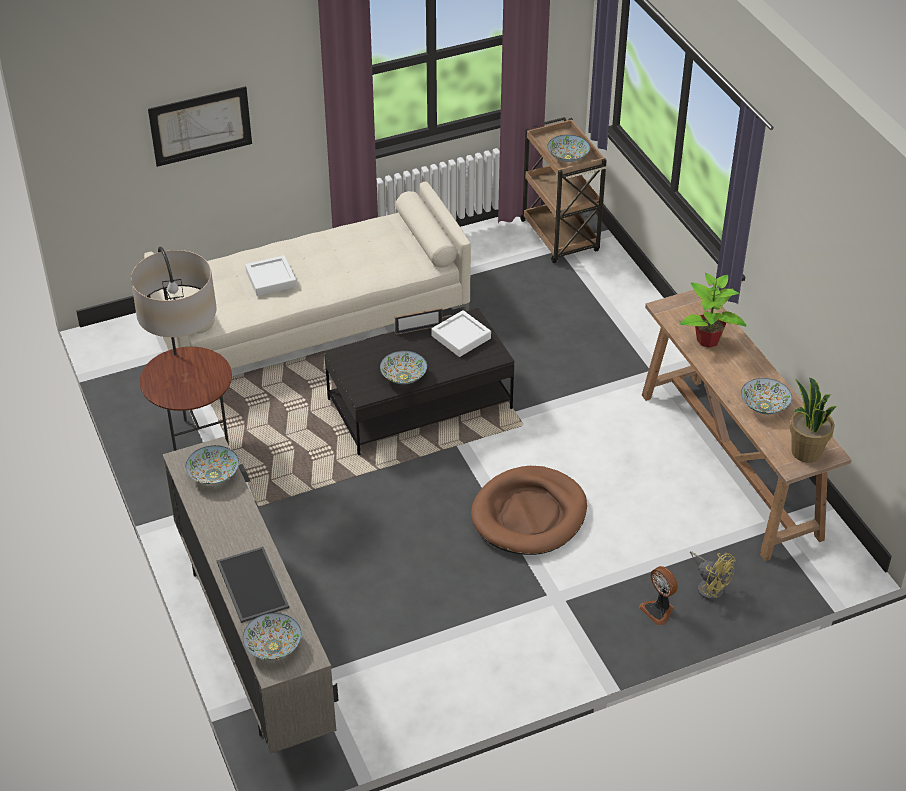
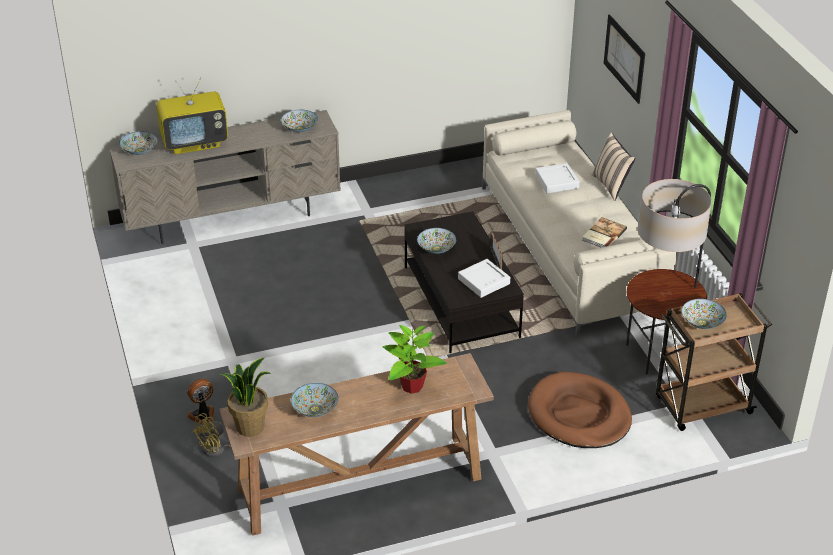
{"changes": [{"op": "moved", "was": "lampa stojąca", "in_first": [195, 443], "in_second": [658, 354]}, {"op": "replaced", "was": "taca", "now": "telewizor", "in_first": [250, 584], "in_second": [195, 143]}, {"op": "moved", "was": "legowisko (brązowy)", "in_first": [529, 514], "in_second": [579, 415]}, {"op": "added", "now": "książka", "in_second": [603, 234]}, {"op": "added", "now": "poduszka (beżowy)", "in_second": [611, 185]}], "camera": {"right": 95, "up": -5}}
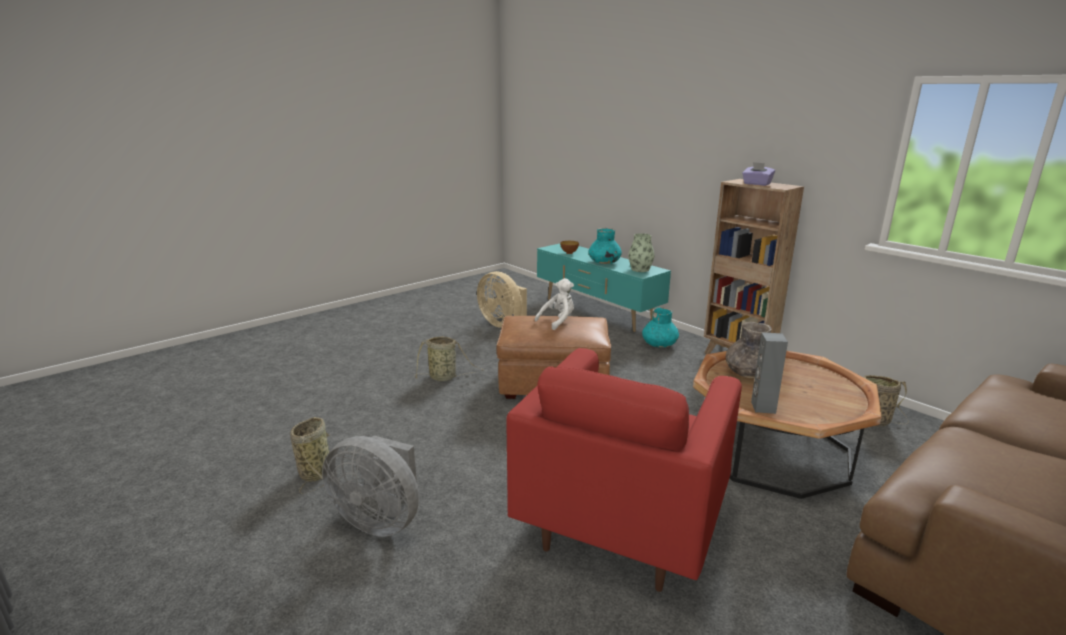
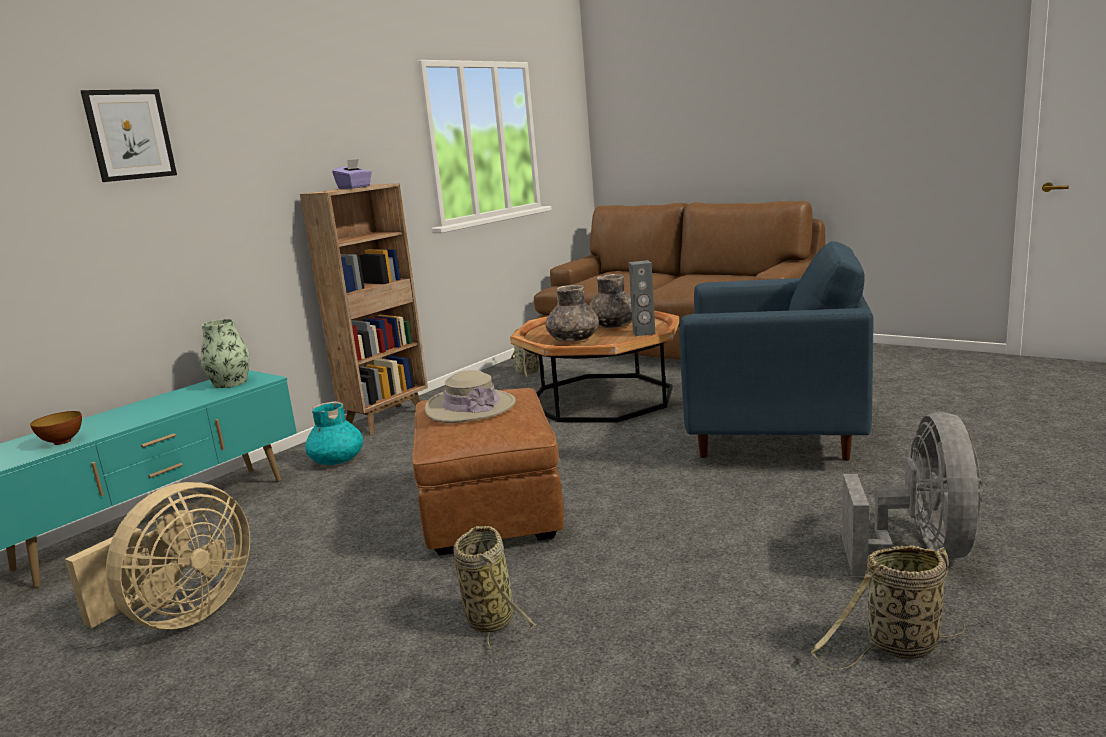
{"changes": [{"op": "recoloured", "was": "fotel (czerwony)", "now": "fotel (niebieski)", "in_first": [622, 523], "in_second": [773, 437]}, {"op": "replaced", "was": "pluszak (biały)", "now": "kapelusz (beżowy)", "in_first": [558, 321], "in_second": [470, 407]}, {"op": "removed", "was": "wazon (turkusowy)", "in_first": [604, 262]}, {"op": "added", "now": "obraz", "in_second": [130, 135]}, {"op": "added", "now": "wazon (szary)", "in_second": [613, 326]}], "camera": {"right": -100, "up": -5}}
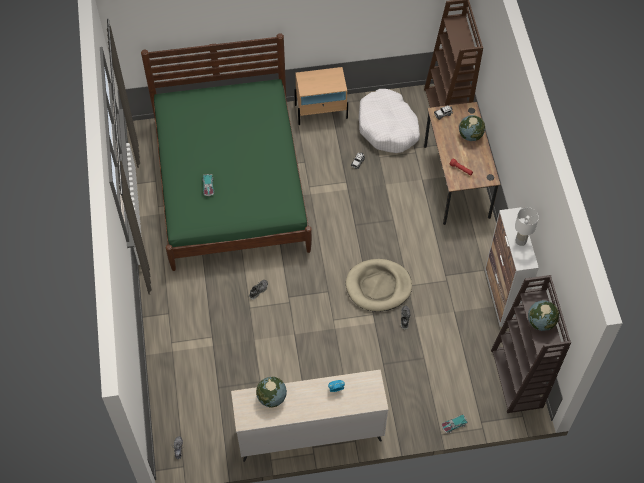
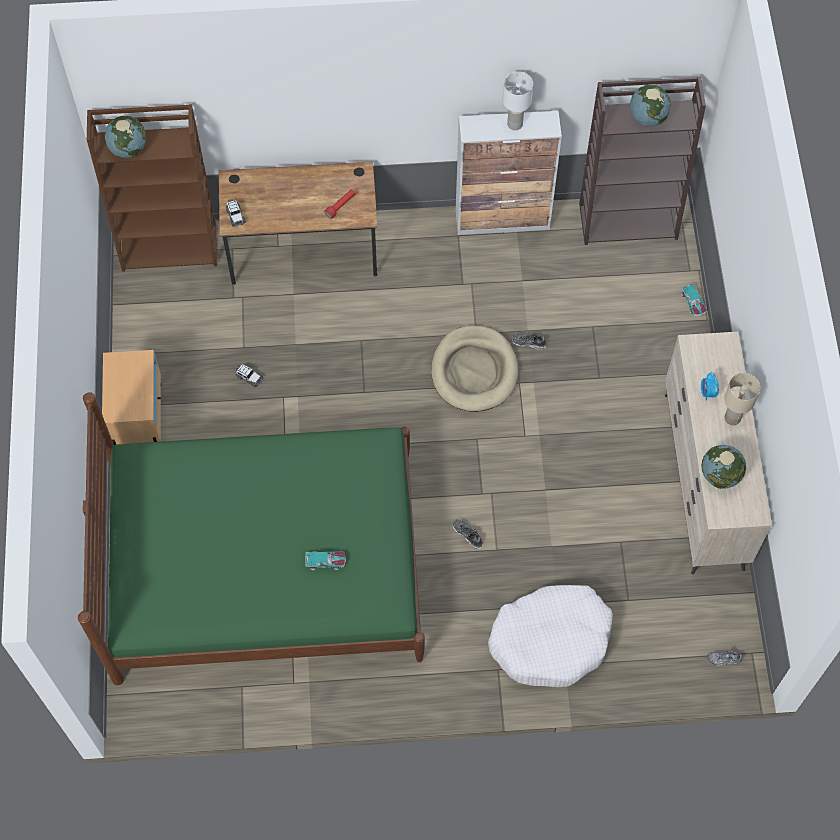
{"changes": [{"op": "moved", "was": "legowisko (biały)", "in_first": [388, 127], "in_second": [551, 640]}, {"op": "moved", "was": "globus", "in_first": [470, 135], "in_second": [128, 148]}, {"op": "added", "now": "lampa stołowa (beżowy)", "in_second": [733, 418]}], "camera": {"right": -85, "up": 5}}
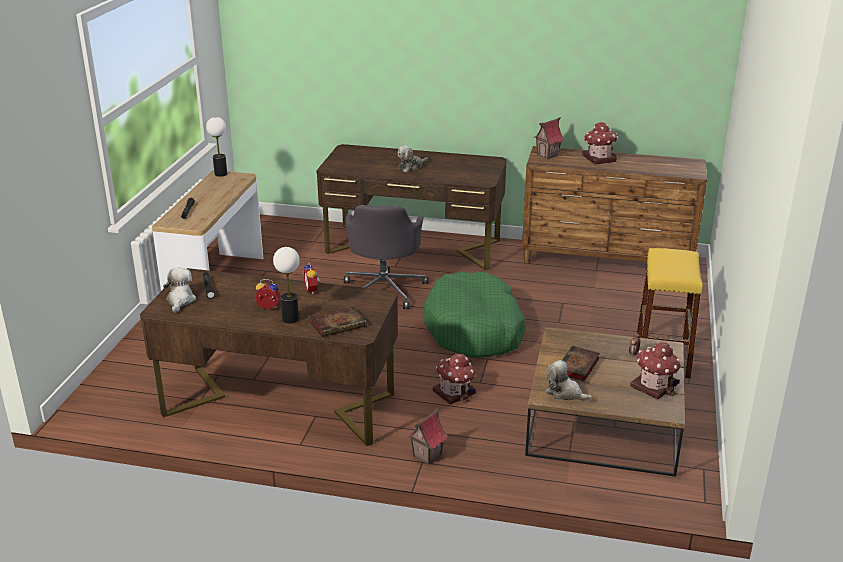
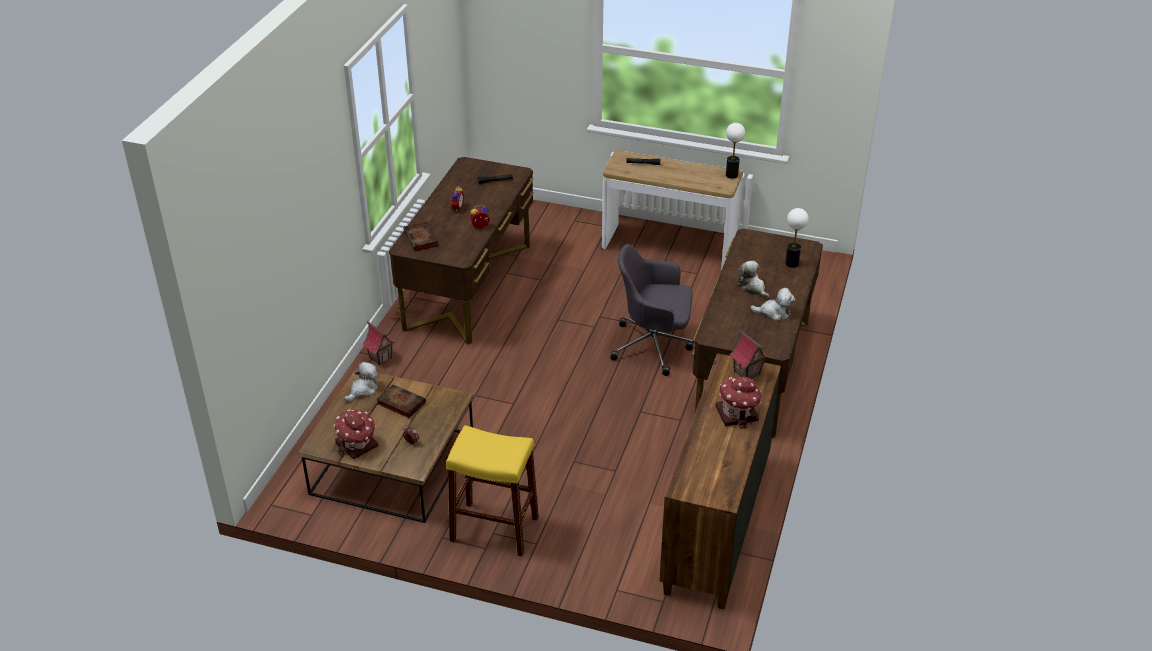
{"changes": [{"op": "moved", "was": "pluszak", "in_first": [180, 301], "in_second": [774, 312]}, {"op": "moved", "was": "lampa stołowa", "in_first": [290, 319], "in_second": [792, 263]}, {"op": "removed", "was": "legowisko (zielony)", "in_first": [474, 329]}, {"op": "removed", "was": "domek", "in_first": [455, 392]}], "camera": {"right": 95, "up": 10}}
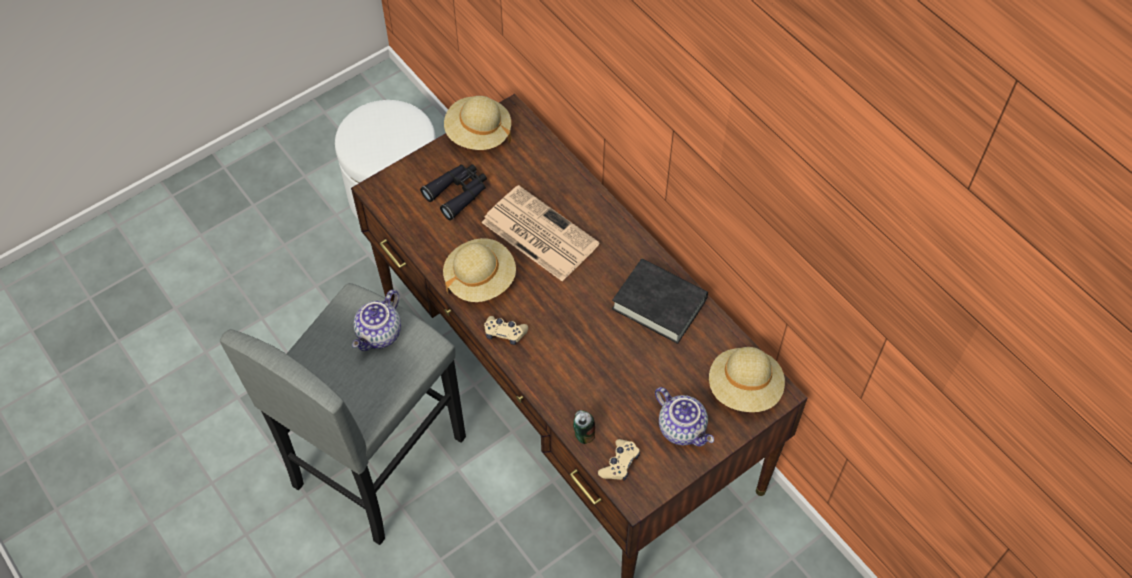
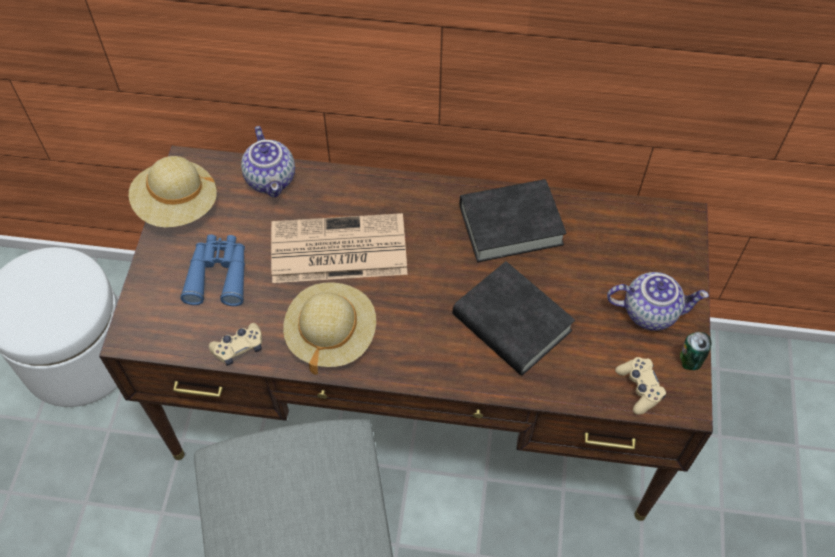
{"changes": [{"op": "moved", "was": "imbryk", "in_first": [380, 334], "in_second": [272, 179]}, {"op": "recoloured", "was": "lornetka (czarny)", "now": "lornetka (niebieski)", "in_first": [458, 193], "in_second": [218, 274]}, {"op": "moved", "was": "pad do gier (beżowy)", "in_first": [505, 333], "in_second": [239, 348]}, {"op": "moved", "was": "puszka", "in_first": [583, 435], "in_second": [689, 361]}, {"op": "removed", "was": "kapelusz (beżowy)", "in_first": [744, 388]}, {"op": "added", "now": "książka (czarny)", "in_second": [511, 323]}], "camera": {"right": -45, "up": 0}}
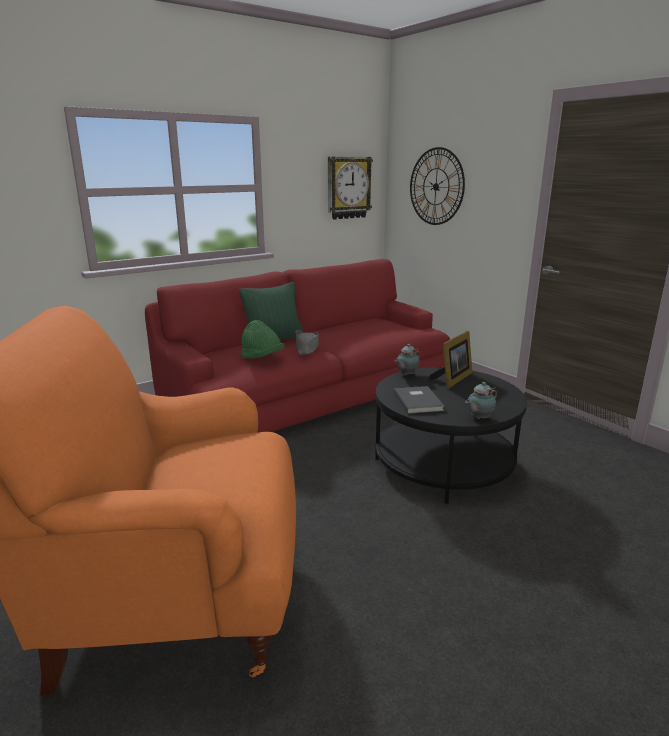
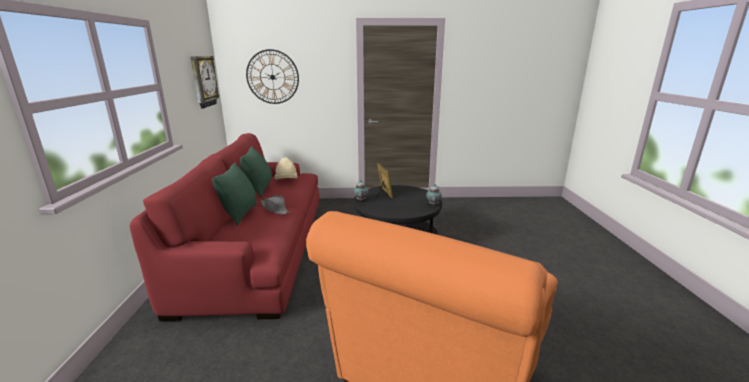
{"changes": [{"op": "removed", "was": "kapelusz (zielony)", "in_first": [262, 358]}, {"op": "removed", "was": "książka (szary)", "in_first": [419, 401]}, {"op": "added", "now": "poduszka (zielony)", "in_second": [259, 189]}, {"op": "added", "now": "kapelusz (beżowy)", "in_second": [286, 181]}], "camera": {"right": -55, "up": 0}}
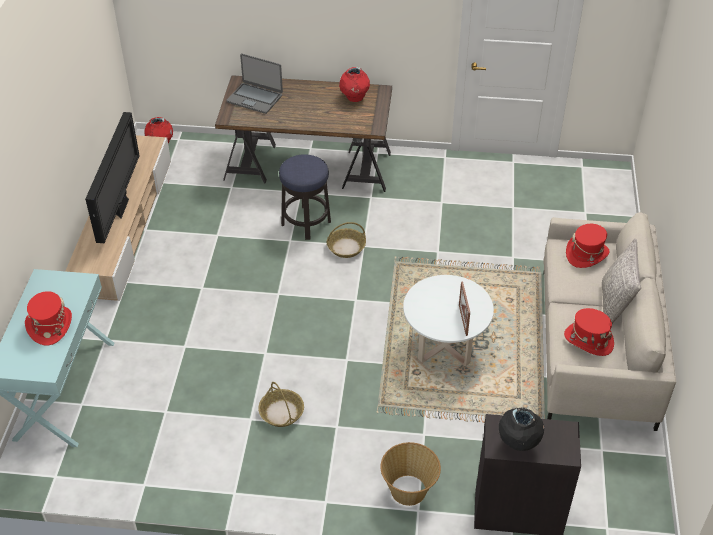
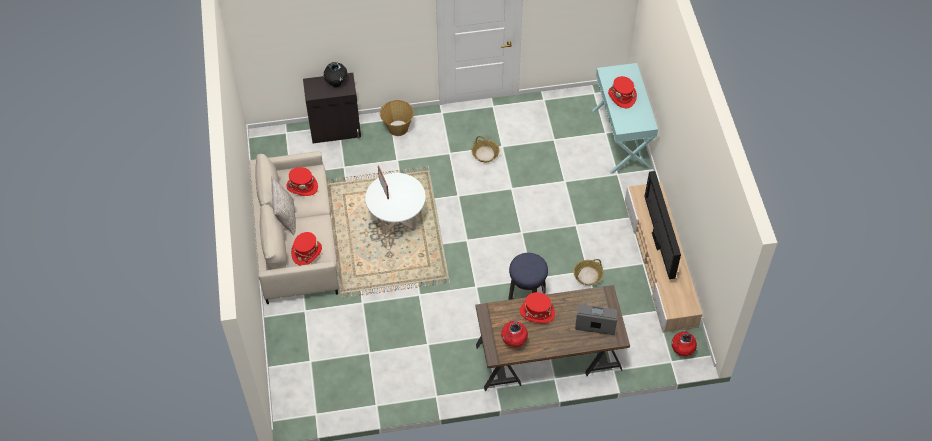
{"changes": [{"op": "moved", "was": "koszyk", "in_first": [346, 247], "in_second": [587, 275]}, {"op": "added", "now": "kapelusz (czerwony)", "in_second": [537, 312]}], "camera": {"right": 165, "up": 10}}
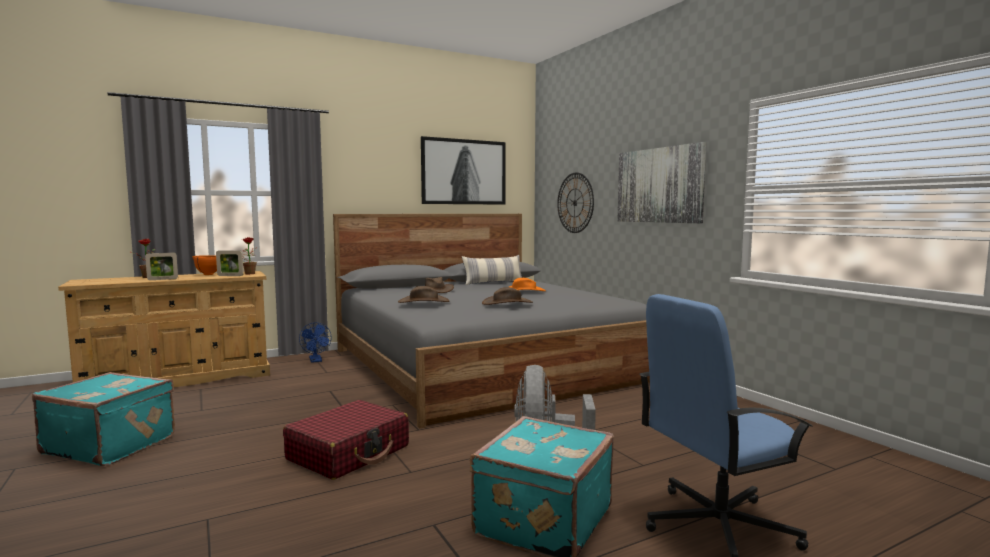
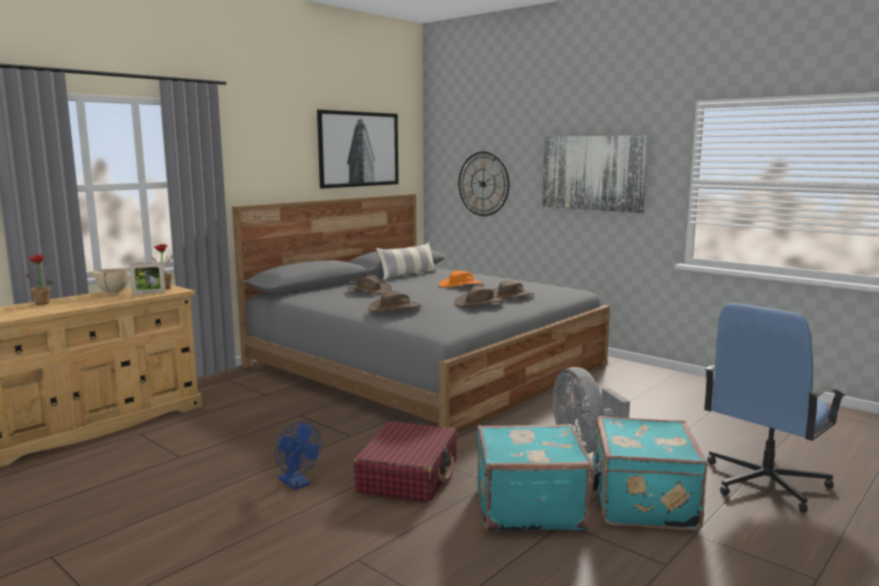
{"changes": [{"op": "moved", "was": "walizka (turkusowy)", "in_first": [111, 445], "in_second": [528, 507]}, {"op": "removed", "was": "ramka na zdjęcie", "in_first": [162, 279]}, {"op": "recoloured", "was": "miska (pomarańczowy)", "now": "miska (beżowy)", "in_first": [207, 274], "in_second": [111, 293]}, {"op": "moved", "was": "wentylator (niebieski)", "in_first": [316, 361], "in_second": [297, 484]}, {"op": "added", "now": "kapelusz (brązowy)", "in_second": [511, 296]}], "camera": {"right": -20, "up": 5}}
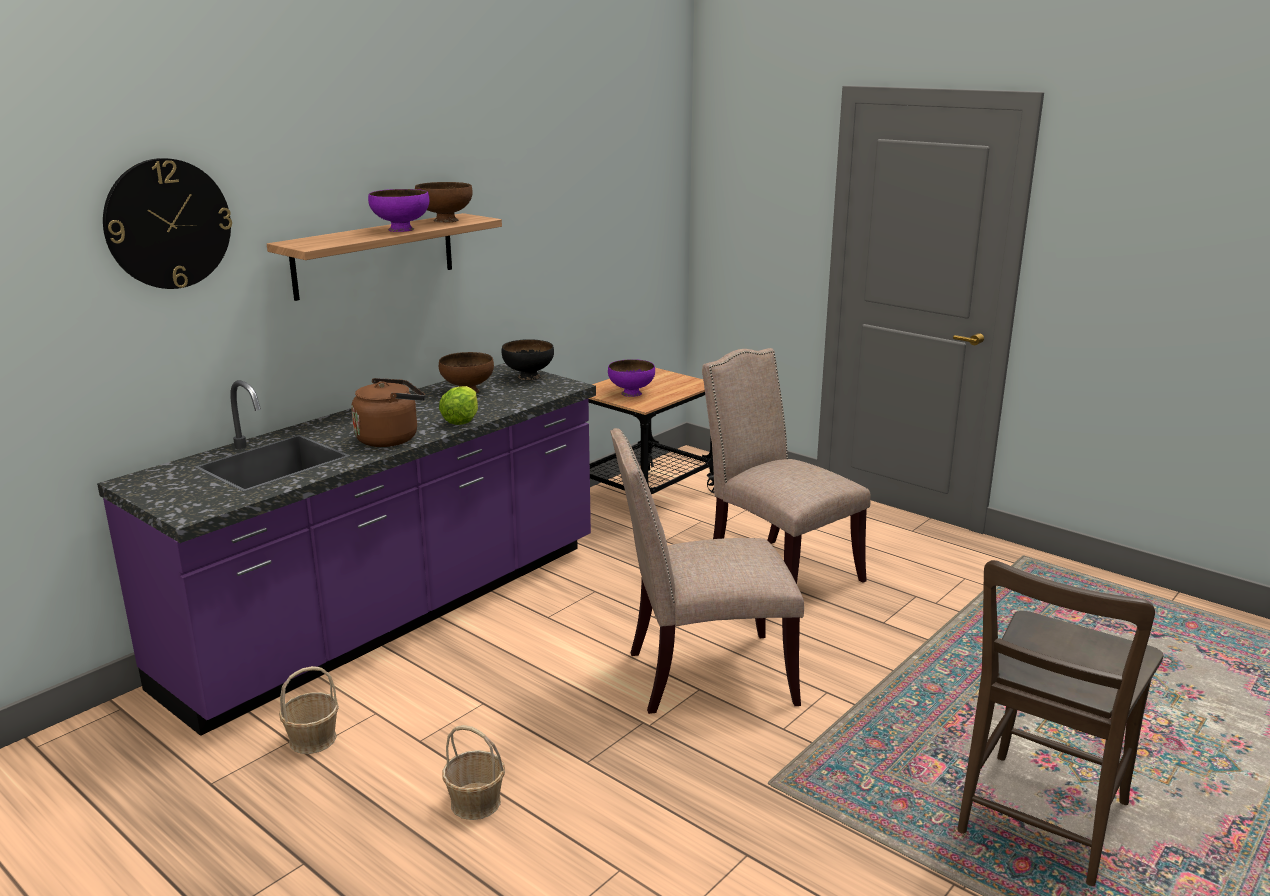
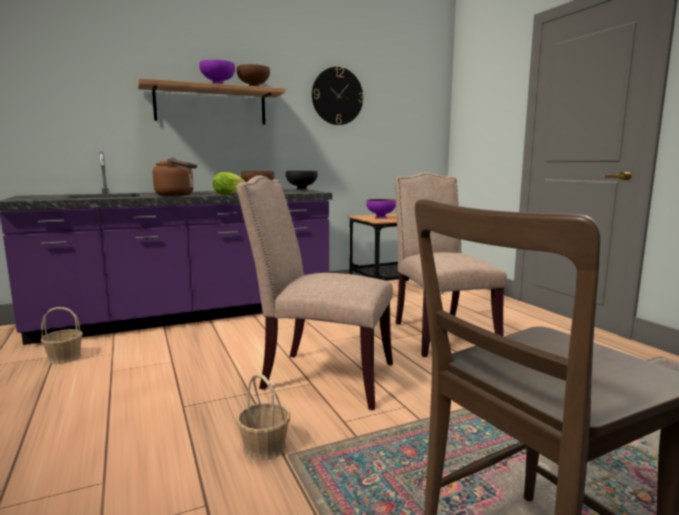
{"changes": [{"op": "moved", "was": "zegar ścienny", "in_first": [168, 224], "in_second": [337, 96]}, {"op": "moved", "was": "koszyk", "in_first": [476, 803], "in_second": [264, 447]}], "camera": {"right": 25, "up": -10}}
